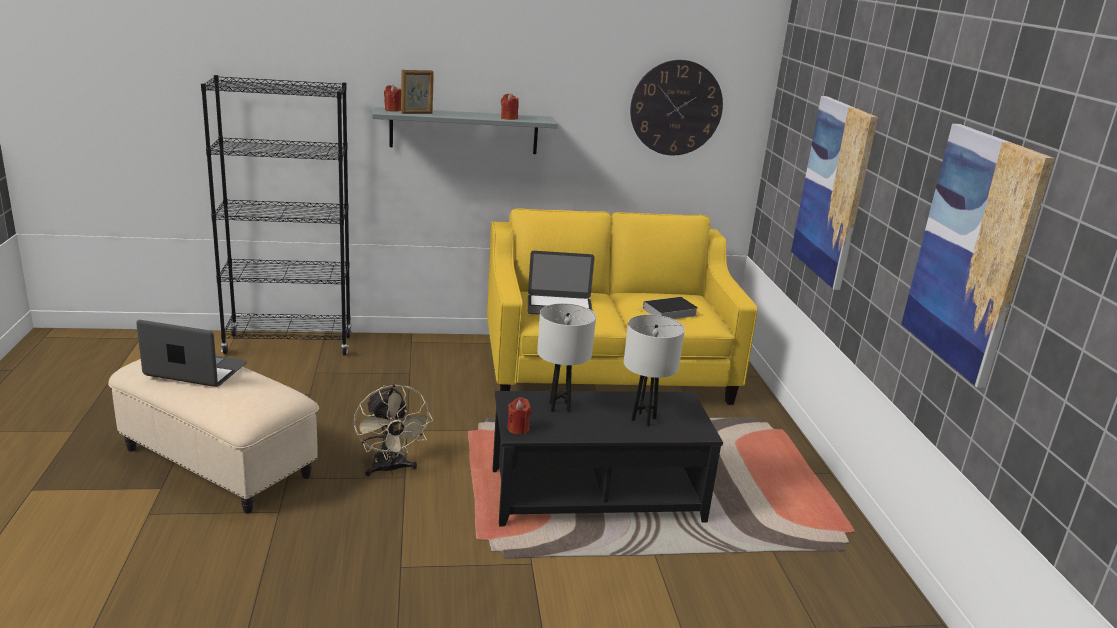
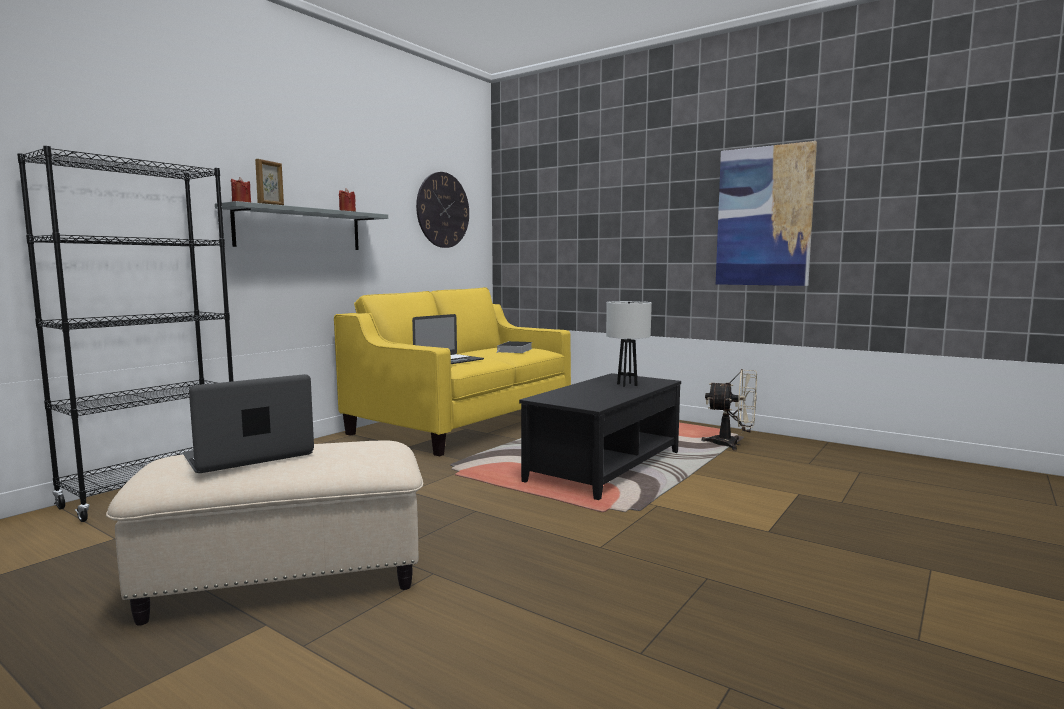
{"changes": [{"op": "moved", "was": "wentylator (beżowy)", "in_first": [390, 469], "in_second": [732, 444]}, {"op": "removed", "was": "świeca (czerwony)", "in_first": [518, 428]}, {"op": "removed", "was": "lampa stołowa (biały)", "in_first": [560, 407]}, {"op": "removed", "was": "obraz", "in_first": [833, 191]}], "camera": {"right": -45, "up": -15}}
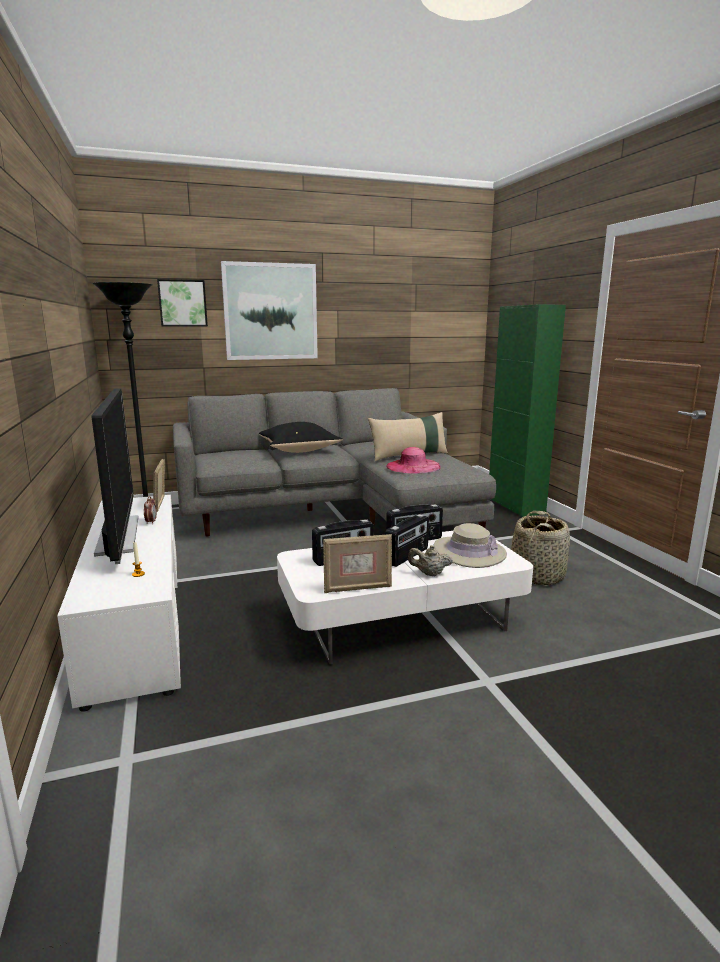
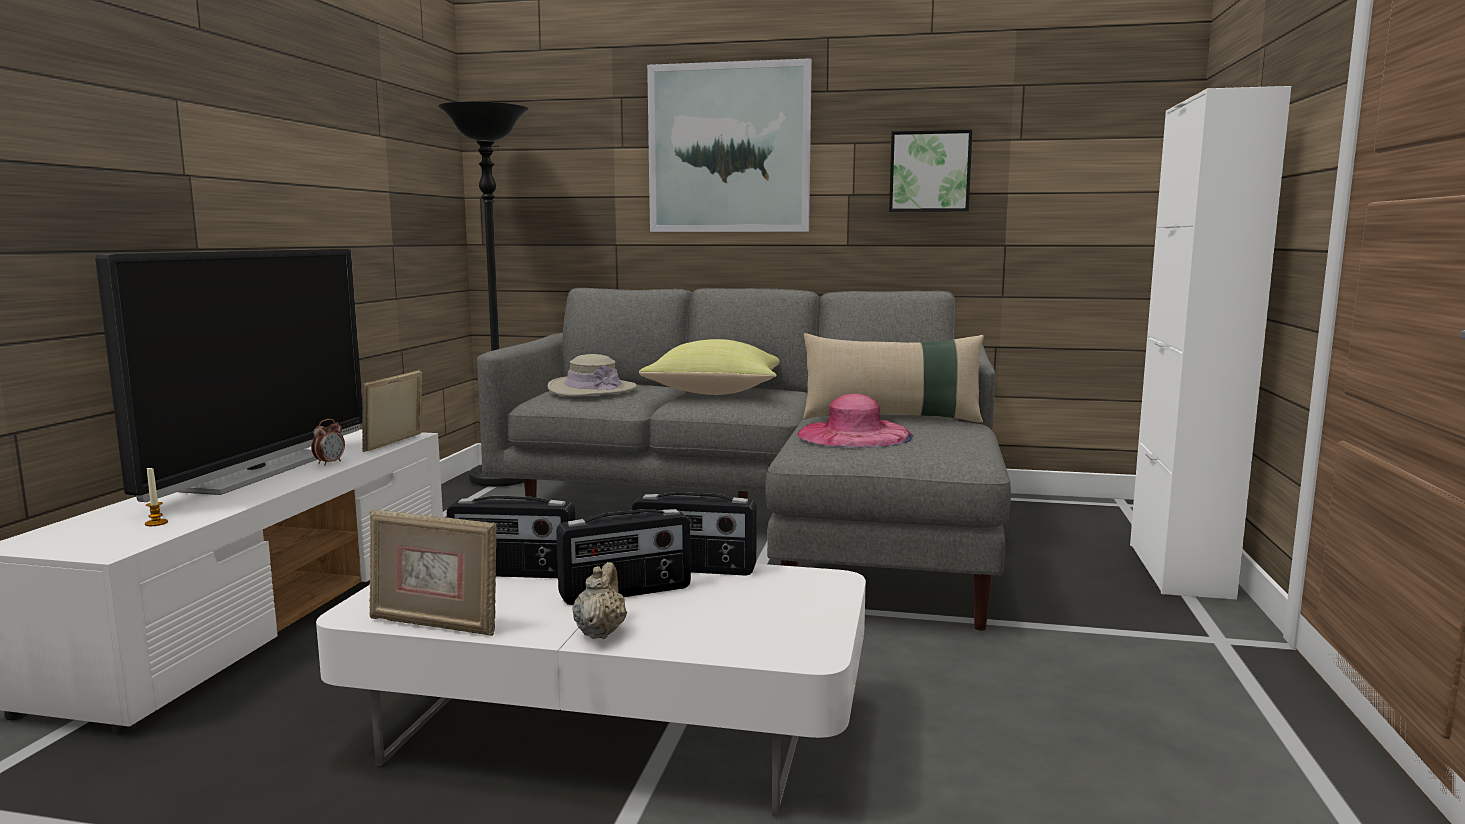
{"changes": [{"op": "moved", "was": "obraz", "in_first": [182, 303], "in_second": [930, 171]}, {"op": "recoloured", "was": "poduszka (czarny)", "now": "poduszka (żółty)", "in_first": [300, 450], "in_second": [717, 393]}, {"op": "turned", "was": "imbryk (beżowy)", "in_first": [429, 574], "in_second": [600, 632], "clockwise": 60}, {"op": "moved", "was": "kapelusz (beżowy)", "in_first": [469, 552], "in_second": [592, 389]}, {"op": "recoloured", "was": "szafka (zielony)", "now": "szafka (biały)", "in_first": [515, 506], "in_second": [1179, 570]}, {"op": "removed", "was": "koszyk", "in_first": [538, 575]}], "camera": {"right": 30, "up": -5}}
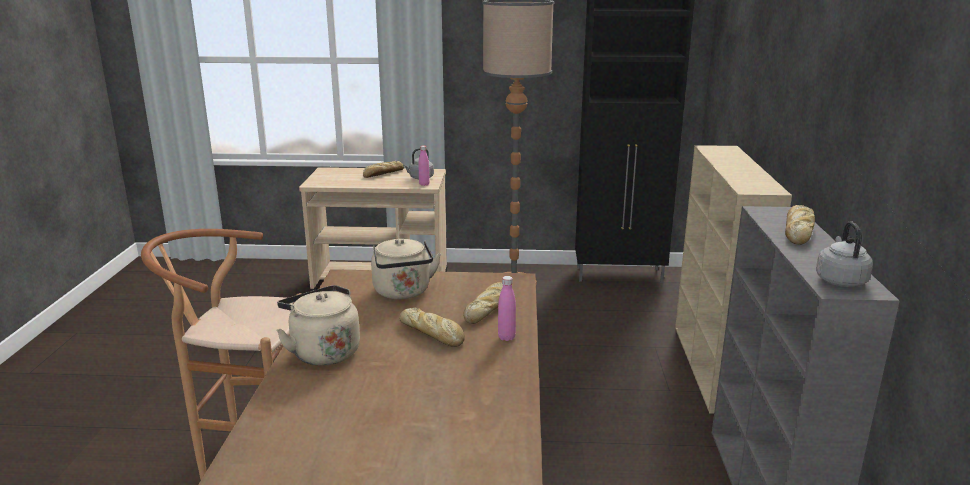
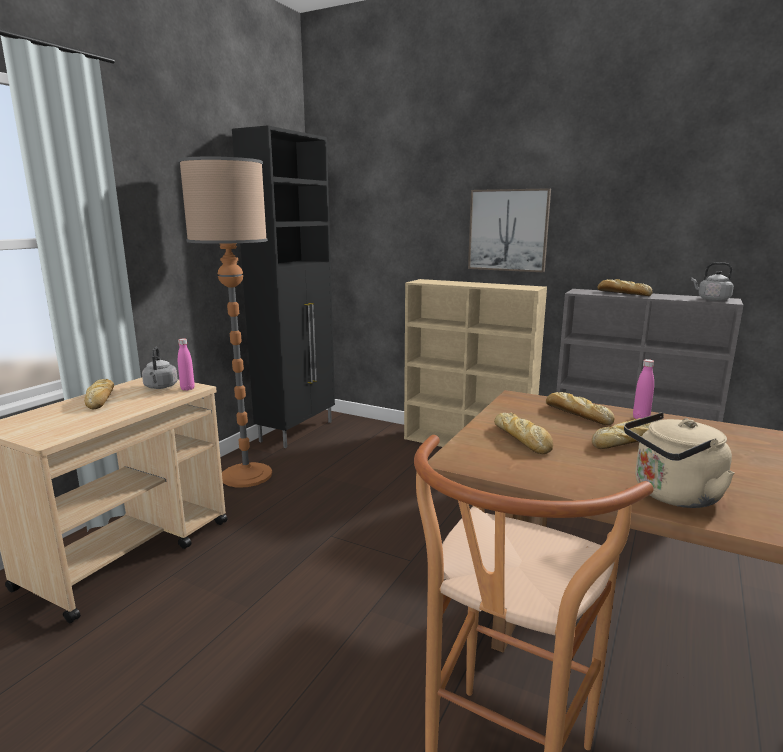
{"changes": [{"op": "replaced", "was": "czajnik (beżowy)", "now": "chleb", "in_first": [403, 293], "in_second": [522, 439]}, {"op": "added", "now": "obraz", "in_second": [508, 230]}], "camera": {"right": -65, "up": -5}}
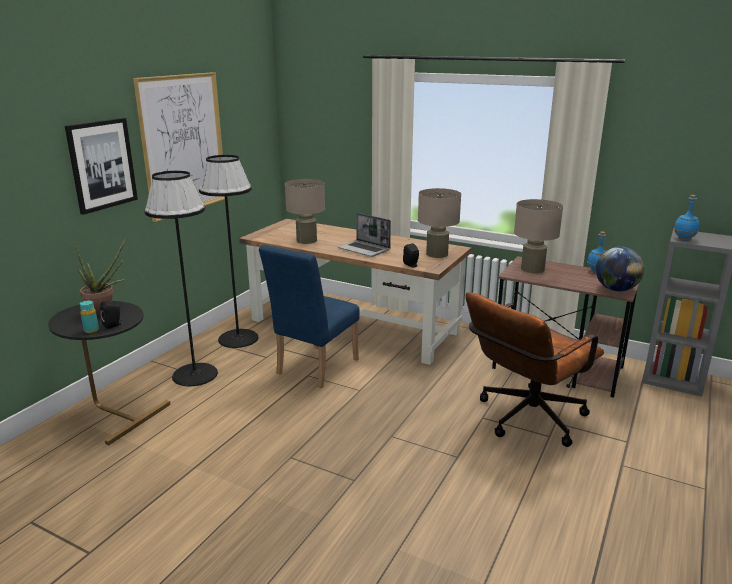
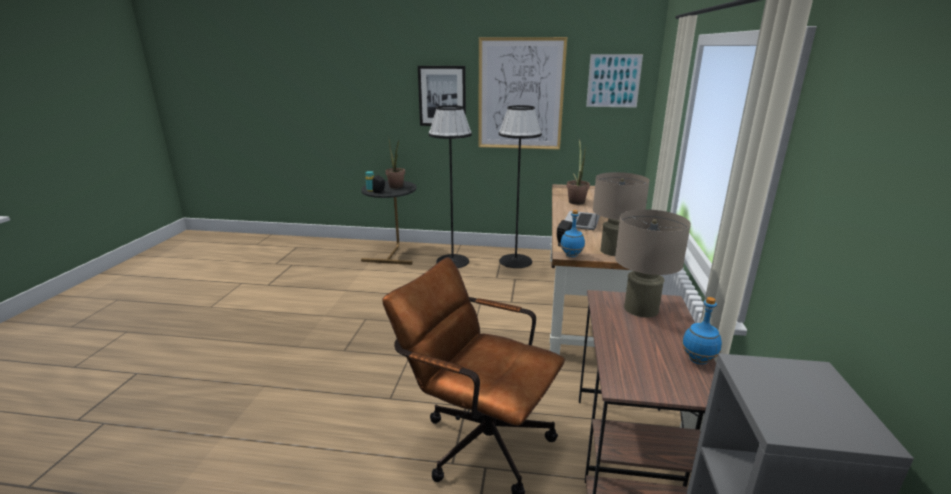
{"changes": [{"op": "removed", "was": "krzesło (niebieski)", "in_first": [313, 369]}, {"op": "replaced", "was": "lampa stołowa (beżowy)", "now": "roślina doniczkowa", "in_first": [306, 240], "in_second": [576, 201]}, {"op": "removed", "was": "globus", "in_first": [616, 289]}, {"op": "moved", "was": "butelka (niebieski)", "in_first": [684, 239], "in_second": [571, 255]}, {"op": "added", "now": "obraz", "in_second": [613, 81]}], "camera": {"right": 70, "up": 0}}
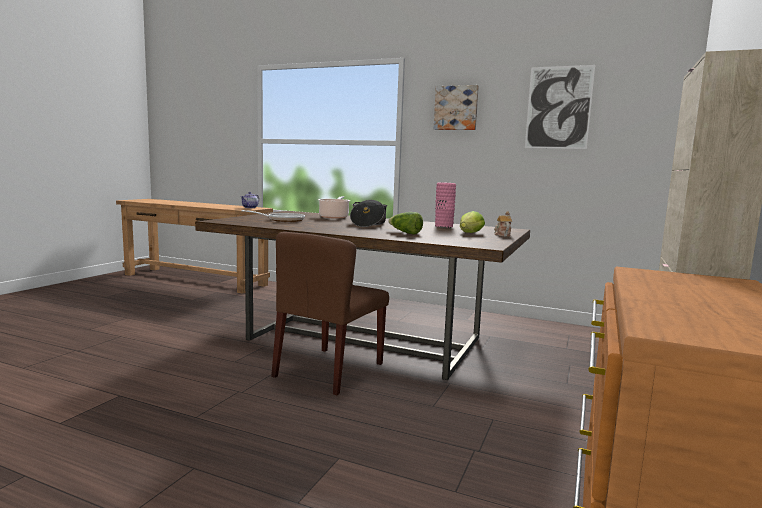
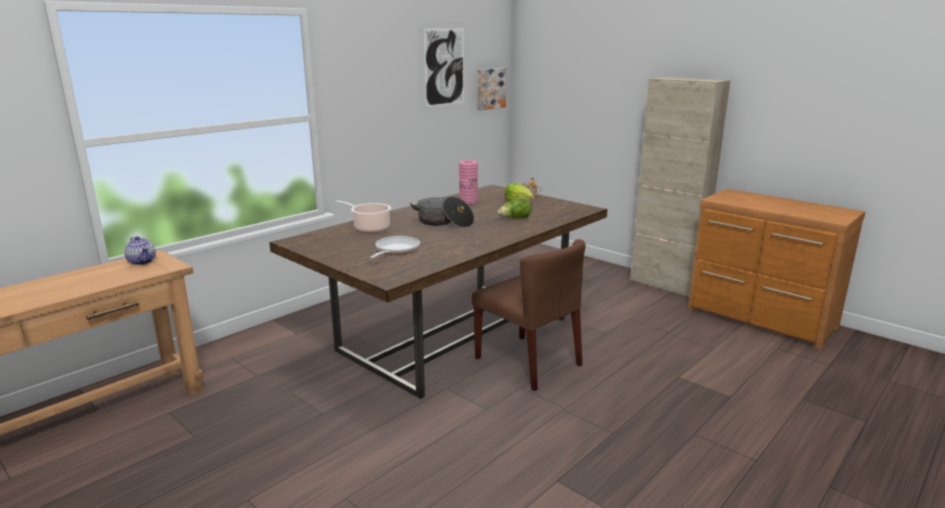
{"changes": [{"op": "moved", "was": "obraz", "in_first": [456, 108], "in_second": [490, 88]}], "camera": {"right": -70, "up": 10}}
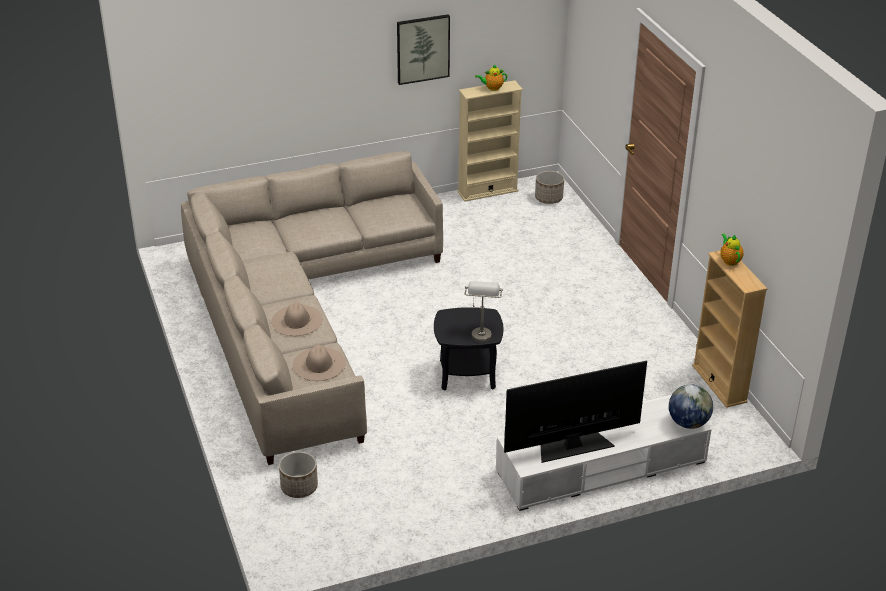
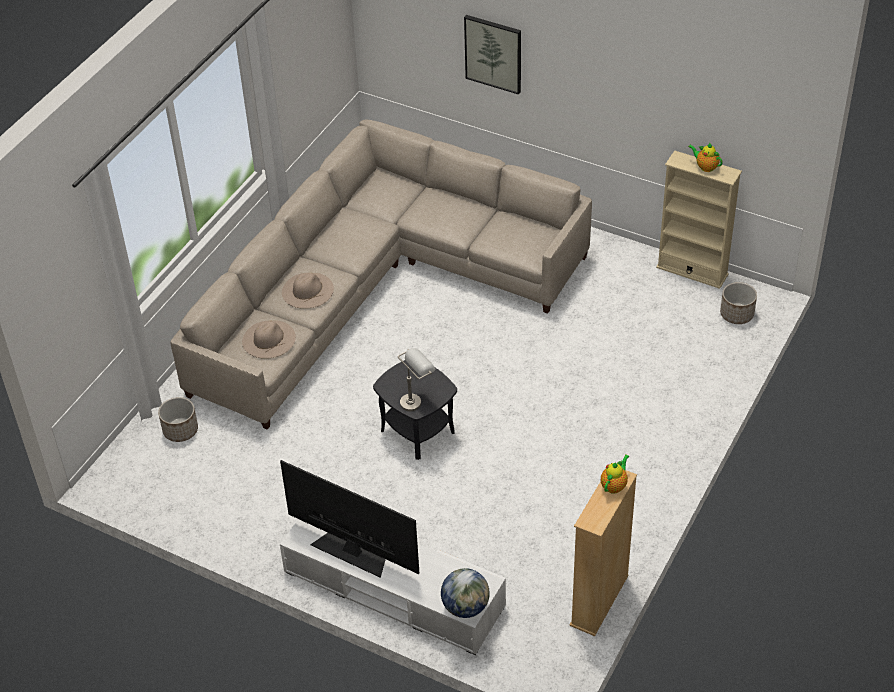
{"changes": [{"op": "moved", "was": "obraz", "in_first": [422, 48], "in_second": [493, 53]}], "camera": {"right": 50, "up": 10}}
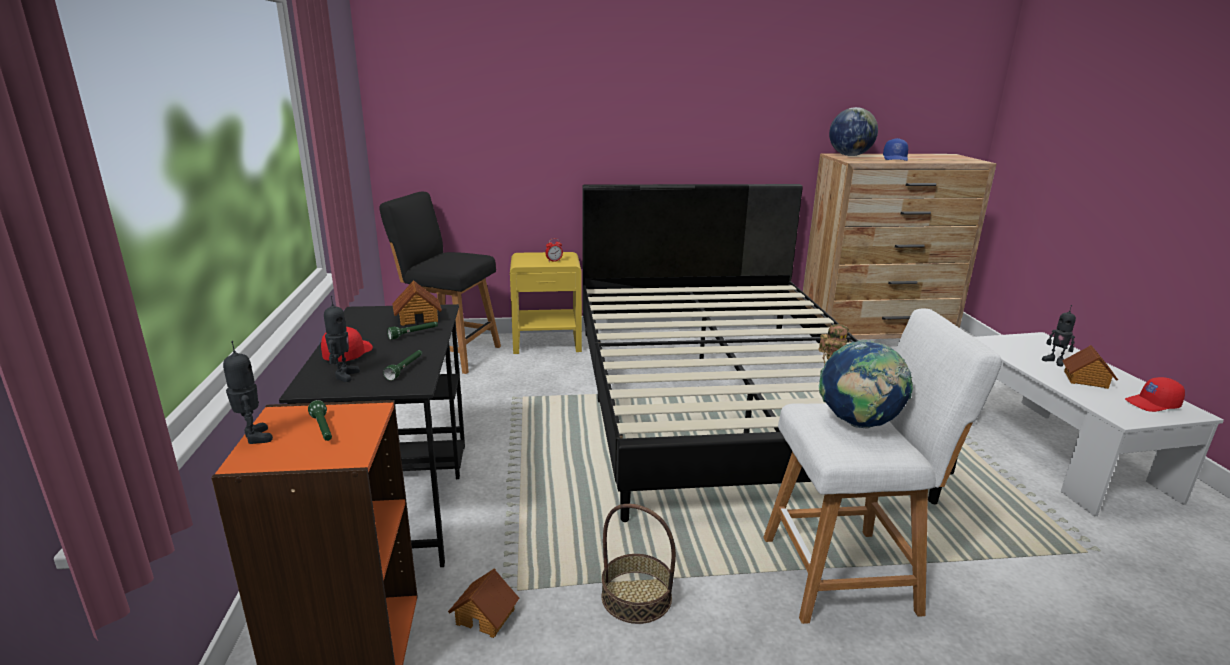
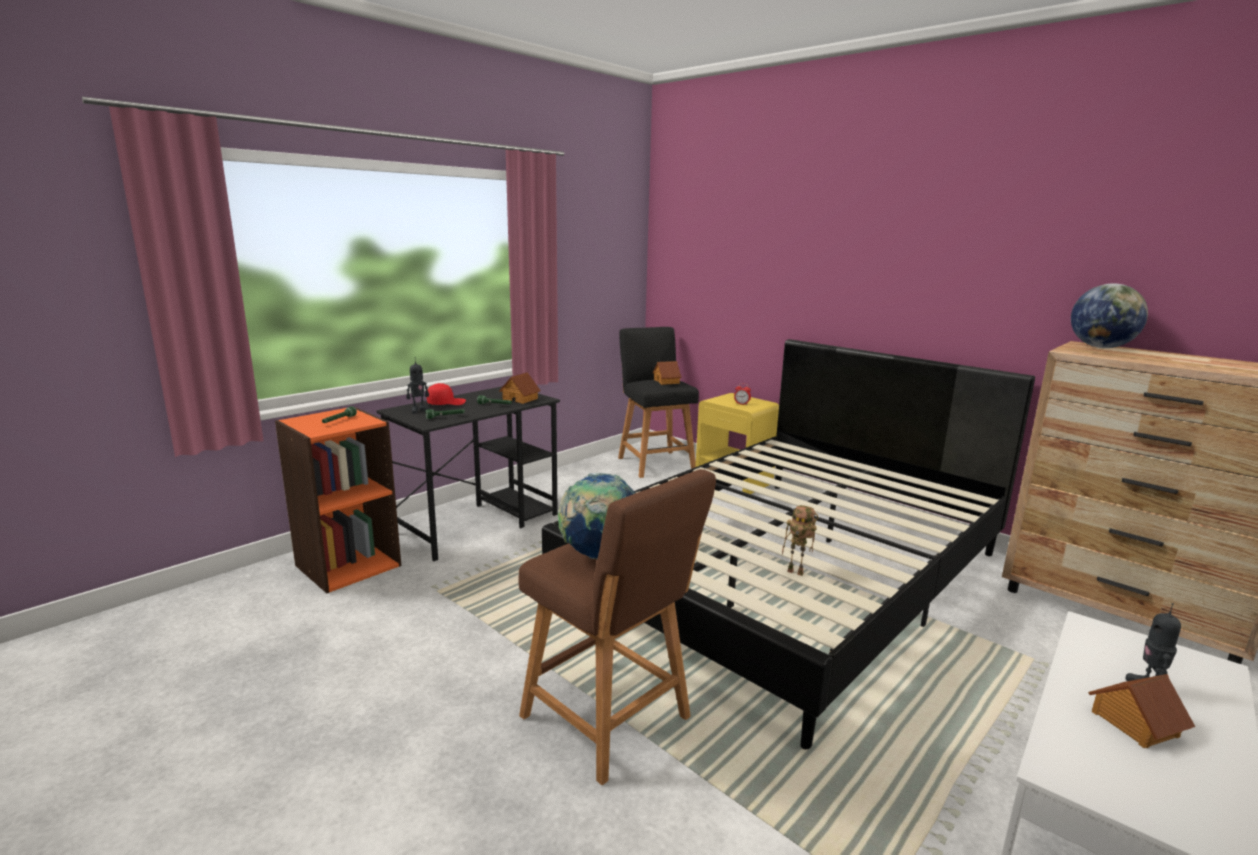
{"changes": [{"op": "removed", "was": "robot zabawkowy", "in_first": [254, 437]}, {"op": "moved", "was": "domek", "in_first": [486, 615], "in_second": [667, 381]}, {"op": "removed", "was": "koszyk", "in_first": [636, 596]}, {"op": "recoloured", "was": "stołek (biały)", "now": "stołek (brązowy)", "in_first": [846, 574], "in_second": [611, 721]}, {"op": "removed", "was": "czapka z daszkiem (niebieski)", "in_first": [895, 158]}, {"op": "removed", "was": "czapka z daszkiem (czerwony)", "in_first": [1152, 404]}], "camera": {"right": 50, "up": -5}}
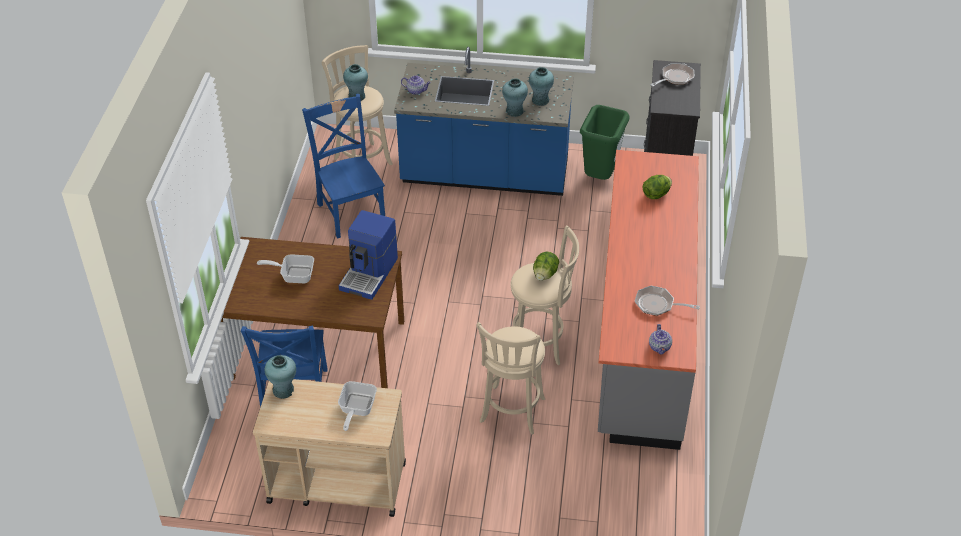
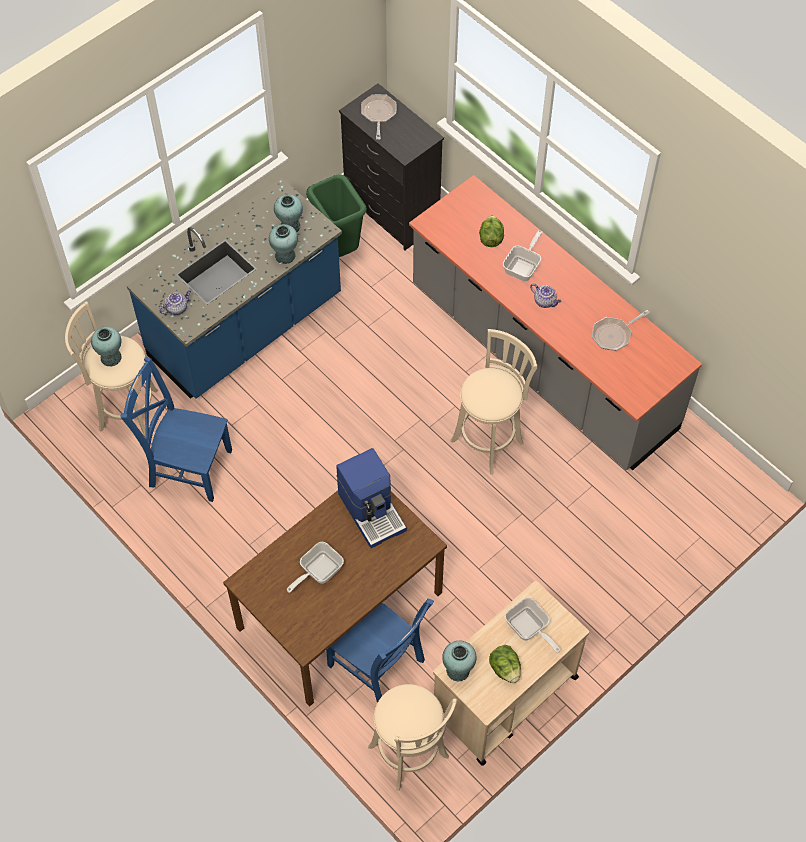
{"changes": [{"op": "moved", "was": "stołek (beżowy)", "in_first": [511, 413], "in_second": [410, 755]}, {"op": "moved", "was": "sałata", "in_first": [545, 274], "in_second": [505, 668]}, {"op": "moved", "was": "imbryk", "in_first": [660, 347], "in_second": [545, 301]}, {"op": "added", "now": "patelnia", "in_second": [523, 266]}], "camera": {"right": -50, "up": 15}}
